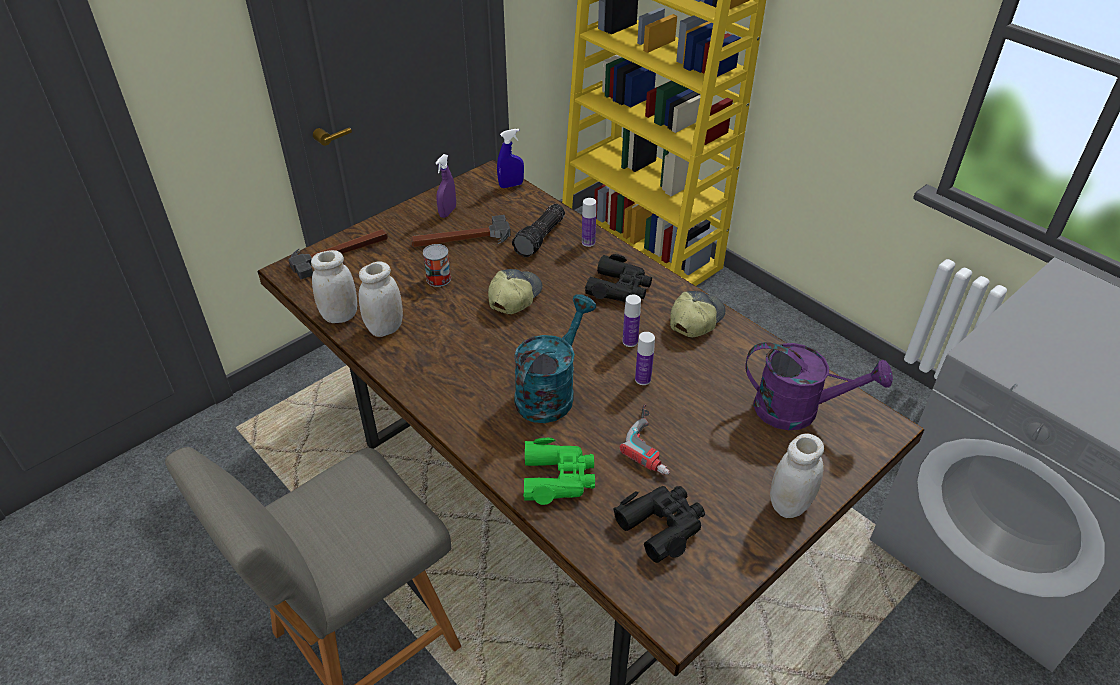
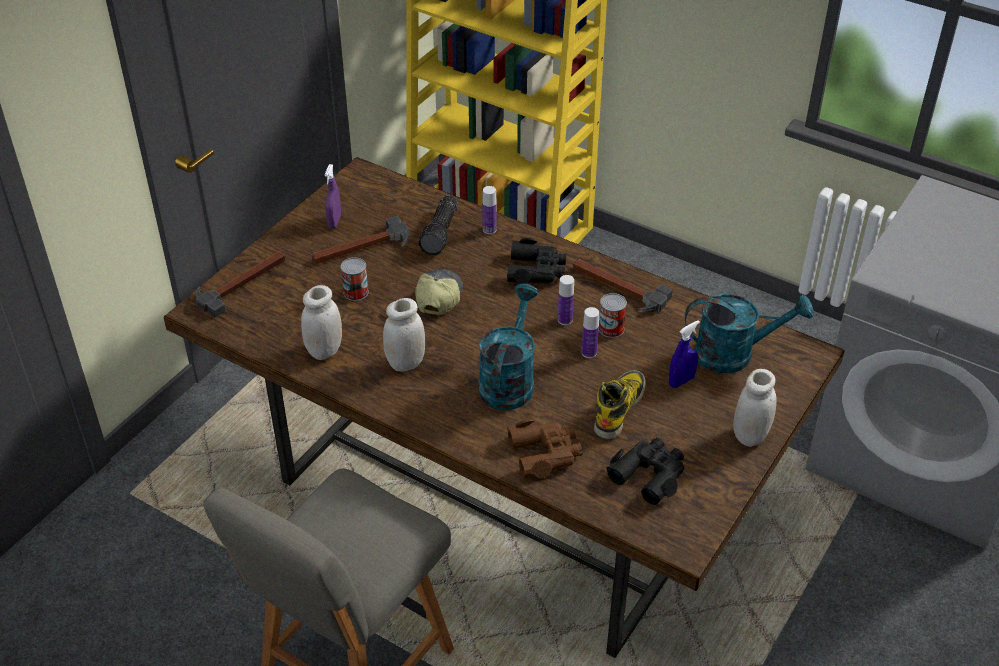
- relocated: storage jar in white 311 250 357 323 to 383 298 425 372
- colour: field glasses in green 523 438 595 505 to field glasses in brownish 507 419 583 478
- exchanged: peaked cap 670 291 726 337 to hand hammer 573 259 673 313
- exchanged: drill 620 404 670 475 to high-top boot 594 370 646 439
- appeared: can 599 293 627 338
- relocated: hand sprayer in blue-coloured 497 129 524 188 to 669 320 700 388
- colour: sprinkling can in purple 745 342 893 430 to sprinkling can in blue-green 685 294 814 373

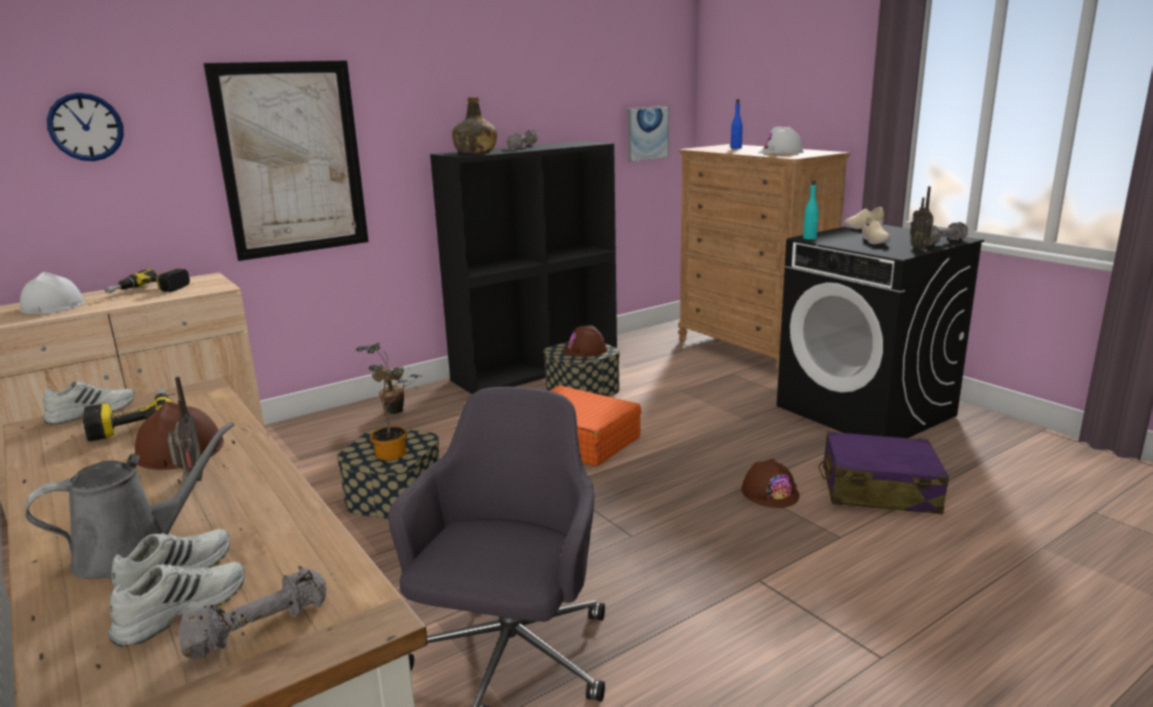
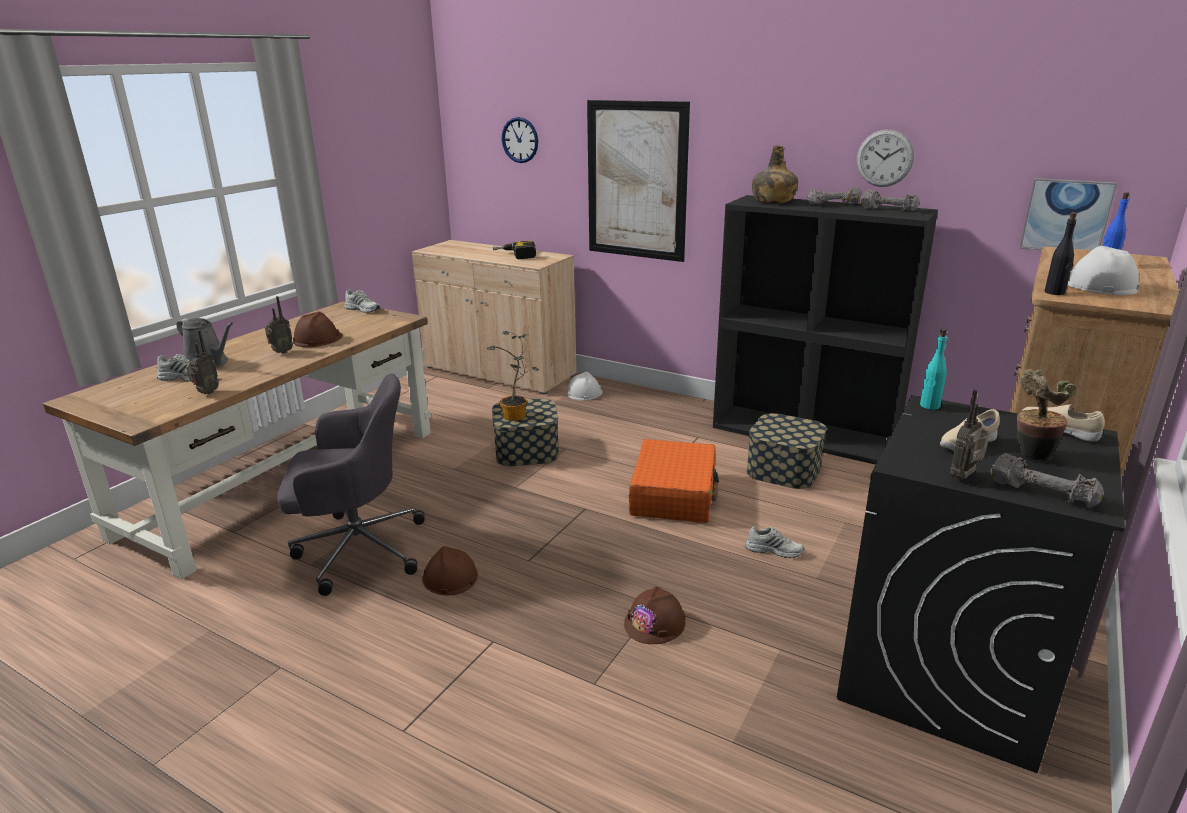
- appeared: radio set 186 330 219 394
- relocated: work helmet in brownish 563 325 608 357 to 422 546 478 595
- relocated: work helmet in white 19 272 85 314 to 567 372 603 401
- relocated: low shoe in white 108 562 244 647 to 745 526 804 558
- appeared: hanging clock 856 129 914 187
- relocated: free weight in gray 178 567 326 659 to 861 190 920 211
- relocated: houseplant 372 367 404 414 to 1017 369 1076 461
- appeared: bottle in black-coloured 1045 212 1077 295
- missing: drill 83 387 172 441
- missing: travel case in purple 819 431 949 514

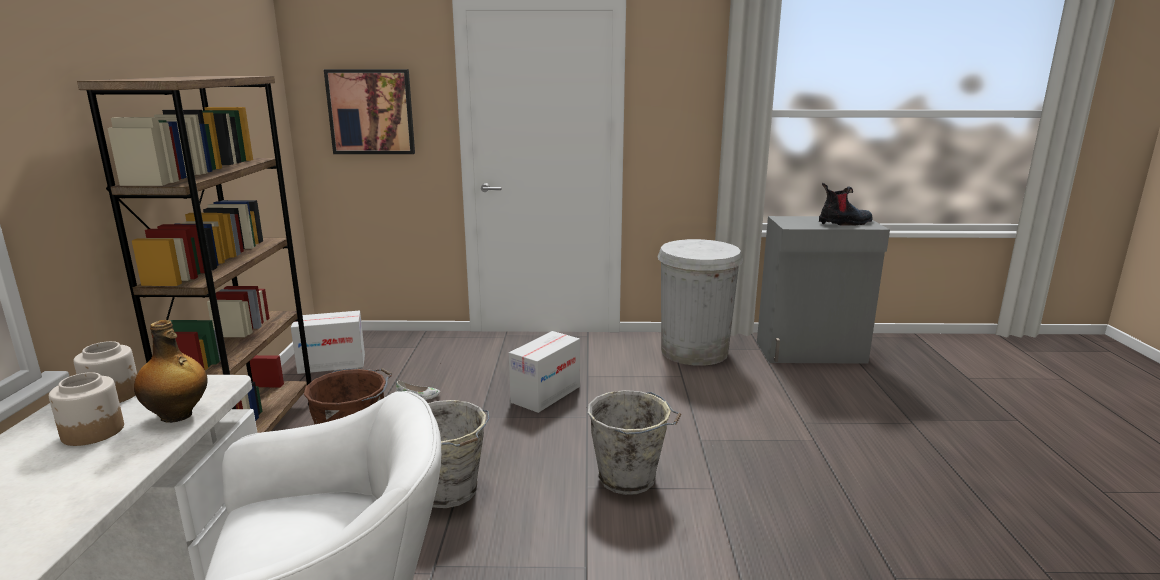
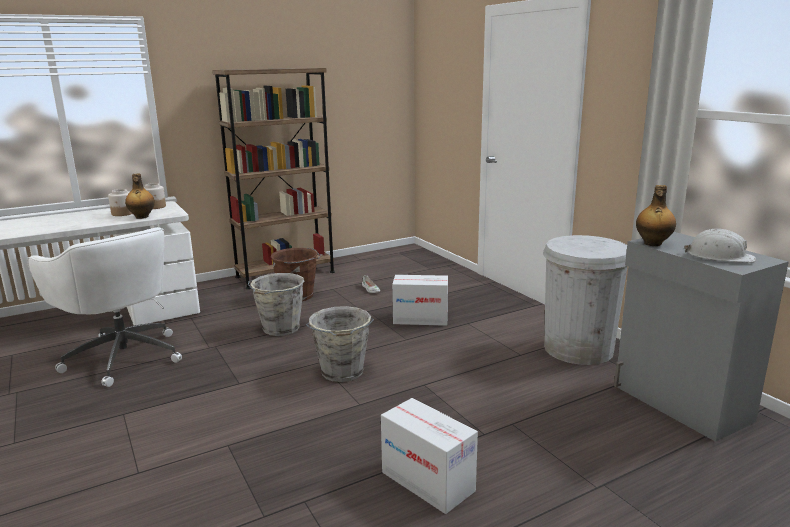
- relocated: cardboard box 291 310 365 374 to 381 398 478 514
- appeared: bottle 636 185 676 246
- exchanged: high-top boot 819 183 873 225 to work helmet in white 684 229 756 263
- missing: wall picture 324 69 415 154

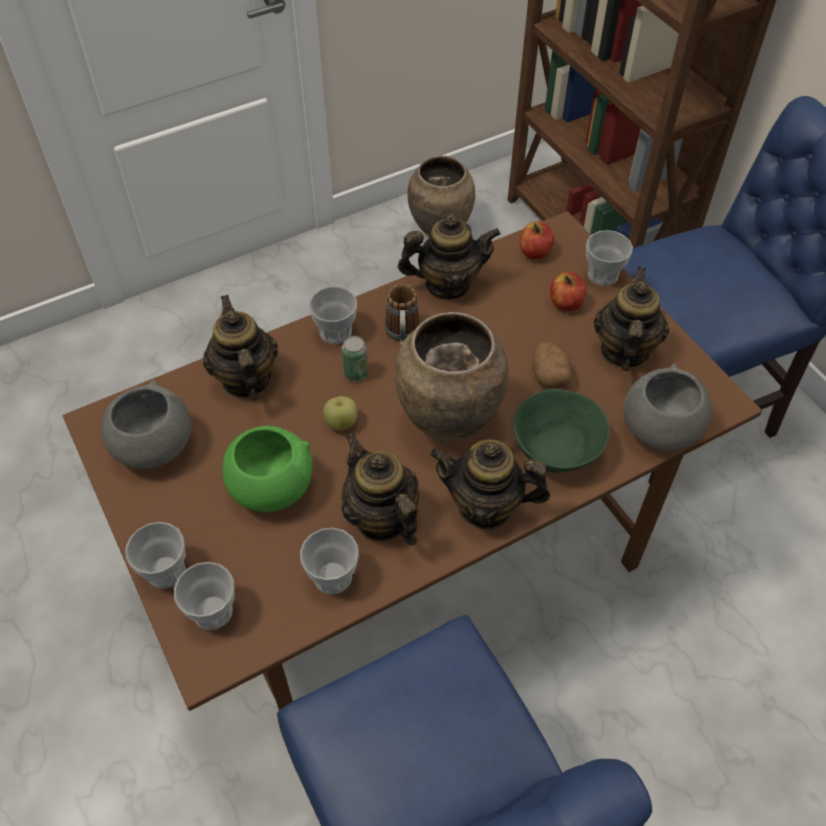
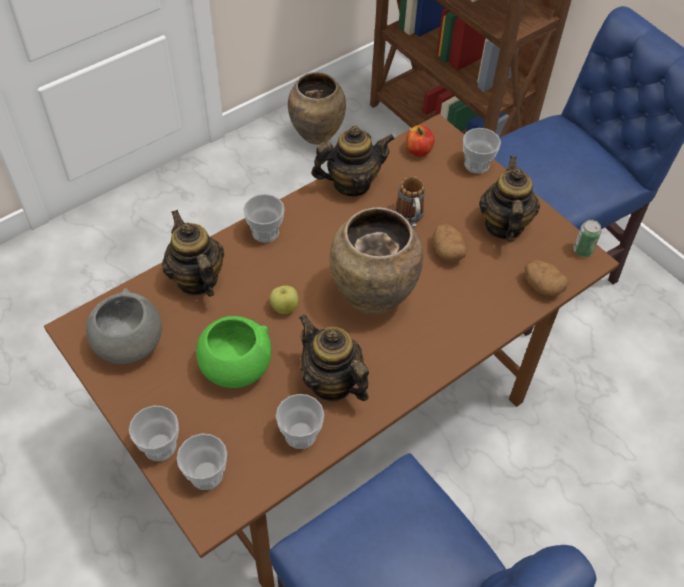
- relocated: mug 385 284 420 347 to 394 176 425 228
- exchanged: serving bowl in gray 623 364 712 450 to potato 525 260 569 297
- relocated: can 342 336 368 381 to 573 220 602 257
- missing: tea pot 430 440 550 530
- missing: serving bowl in green 513 389 610 473
- missing: whole apple 550 272 587 311

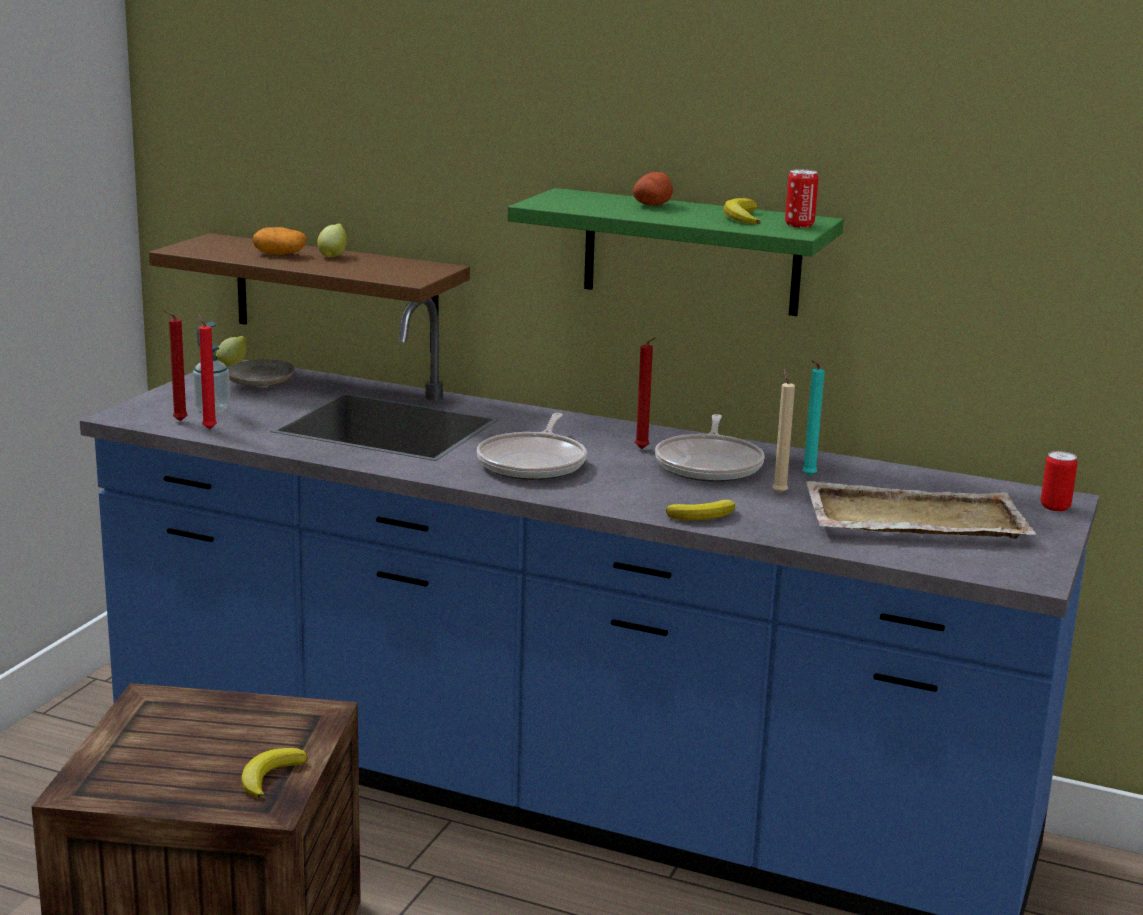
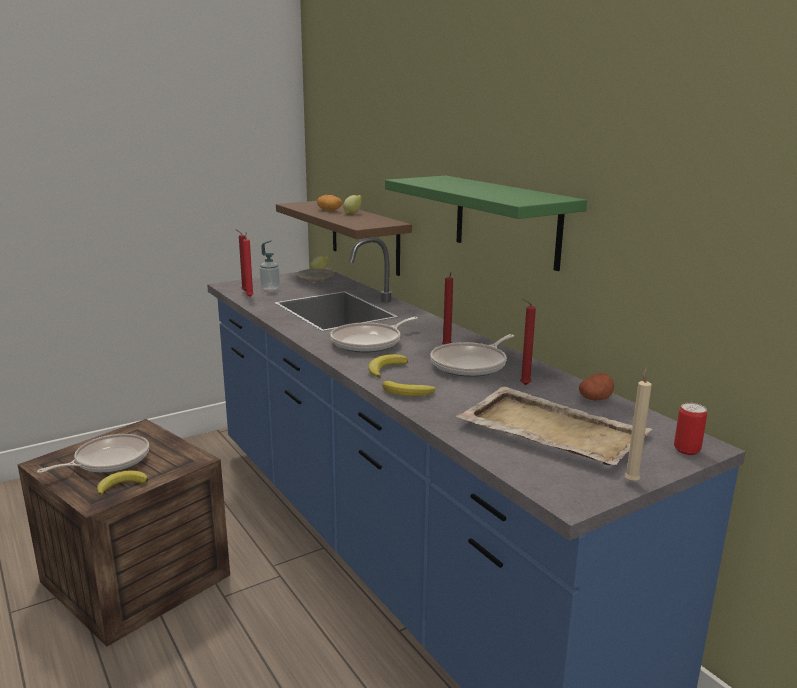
- appeared: pan 37 434 149 473
- relocated: banana fruit 724 198 760 224 to 368 354 408 378
- colour: candle in blue-green 802 360 825 476 to candle in red-coloured 520 299 536 385
- relocated: potato 633 172 673 205 to 579 373 614 400
- relocated: candle in beige 772 369 795 494 to 625 367 652 482
- missing: can 785 169 818 228

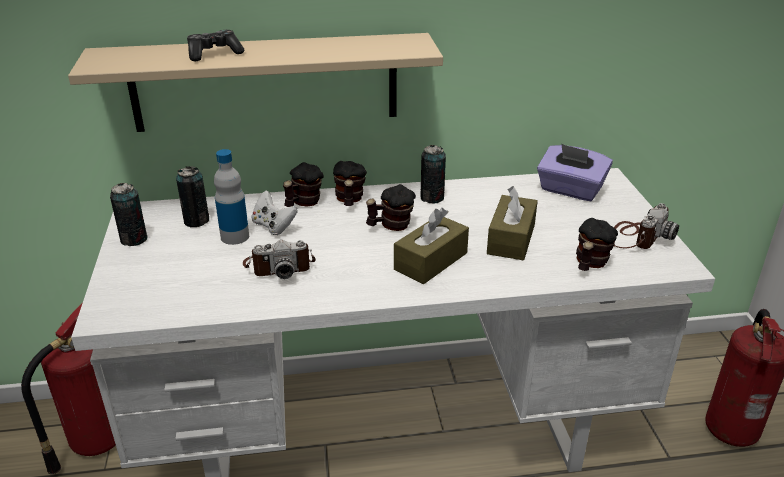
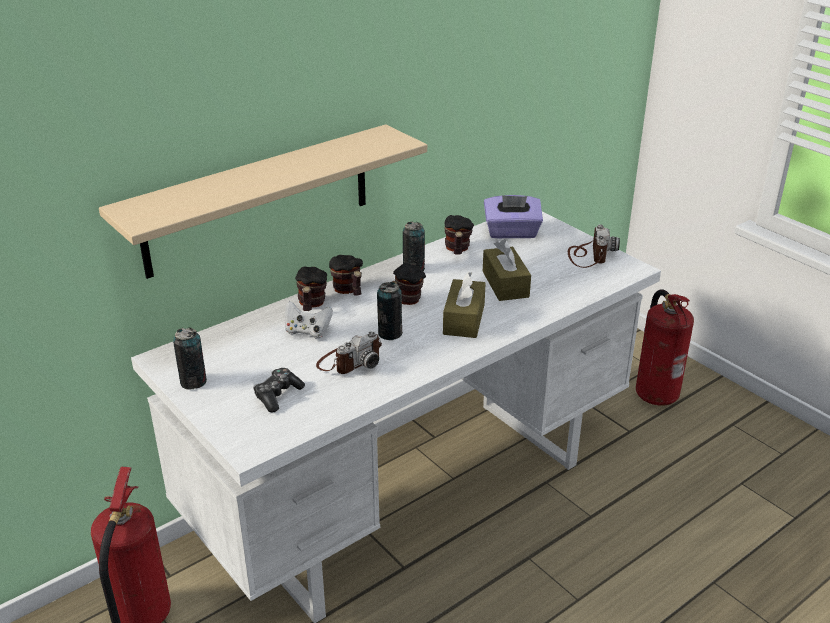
- relocated: joypad 187 30 244 61 to 253 368 305 412
- relocated: can 176 166 209 227 to 377 282 403 340
- relocated: mug 576 218 618 271 to 444 215 474 254
- missing: bottle 214 149 249 245

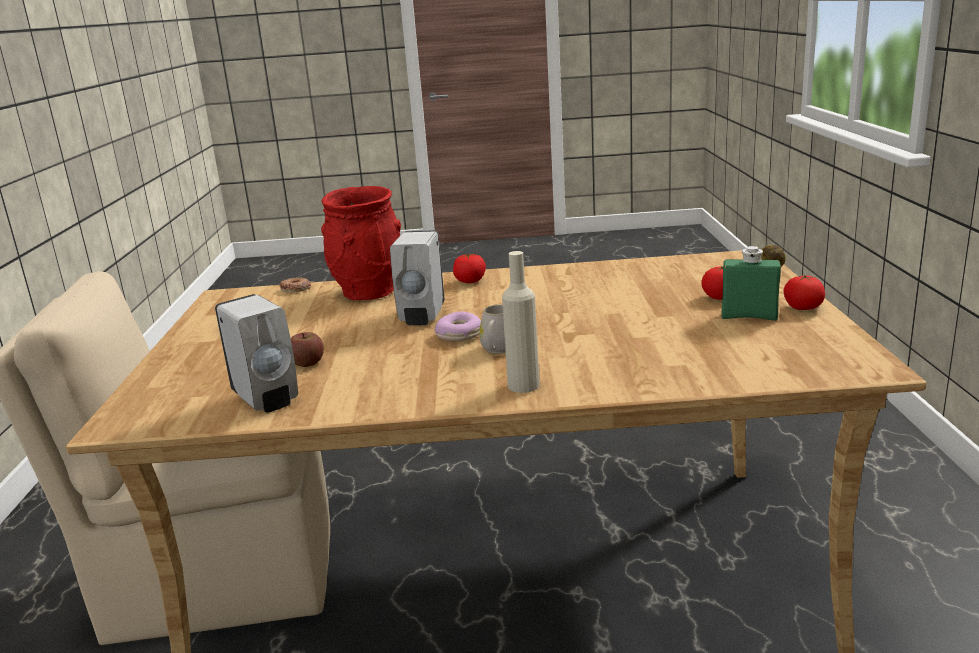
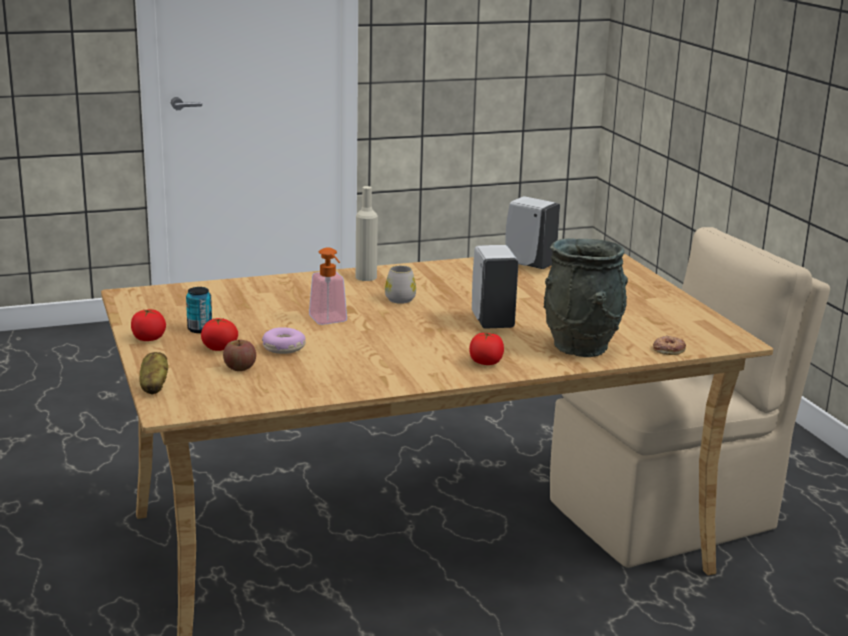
- exchanged: bottle in green 722 246 781 321 to can 186 287 212 333
- relocated: whole apple 291 332 324 367 to 223 340 256 371
- relocated: donut 435 312 481 341 to 262 327 306 354
- appeared: soap dispenser 309 247 347 325
- colour: flower vase in red-coloured 321 186 401 300 to flower vase in gray 544 238 628 357

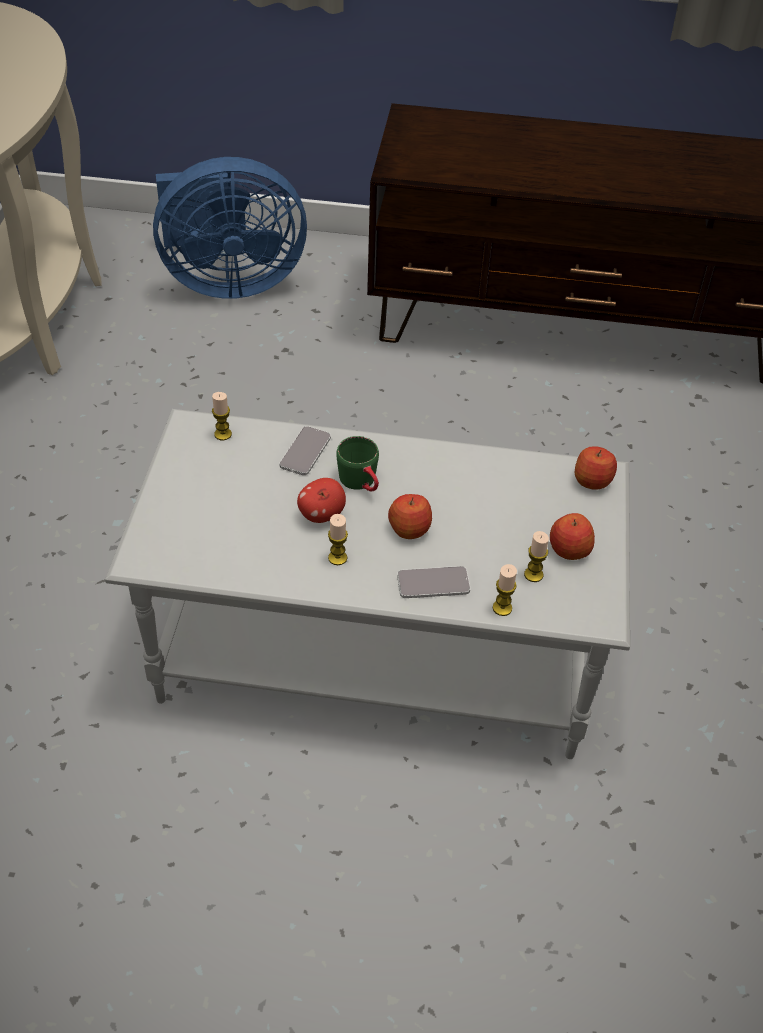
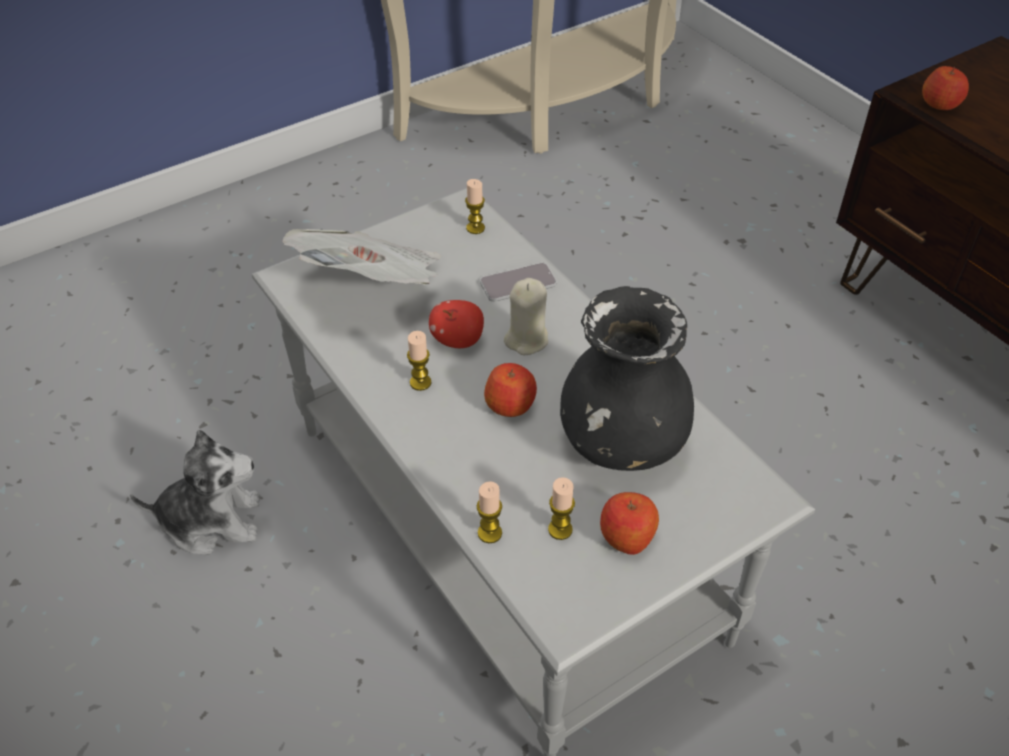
- appeared: plush toy 130 430 260 555
- appeared: daily paper 283 229 441 285
- exchanged: mug in green 336 436 379 491 to candle in beige 504 278 548 355
- appeared: flower vase in black-coloured 560 286 694 471
- relocated: whole apple 575 446 617 489 to 922 66 969 110
- missing: fan in blue-coloured 153 157 307 299
- missing: phone 397 566 470 598

